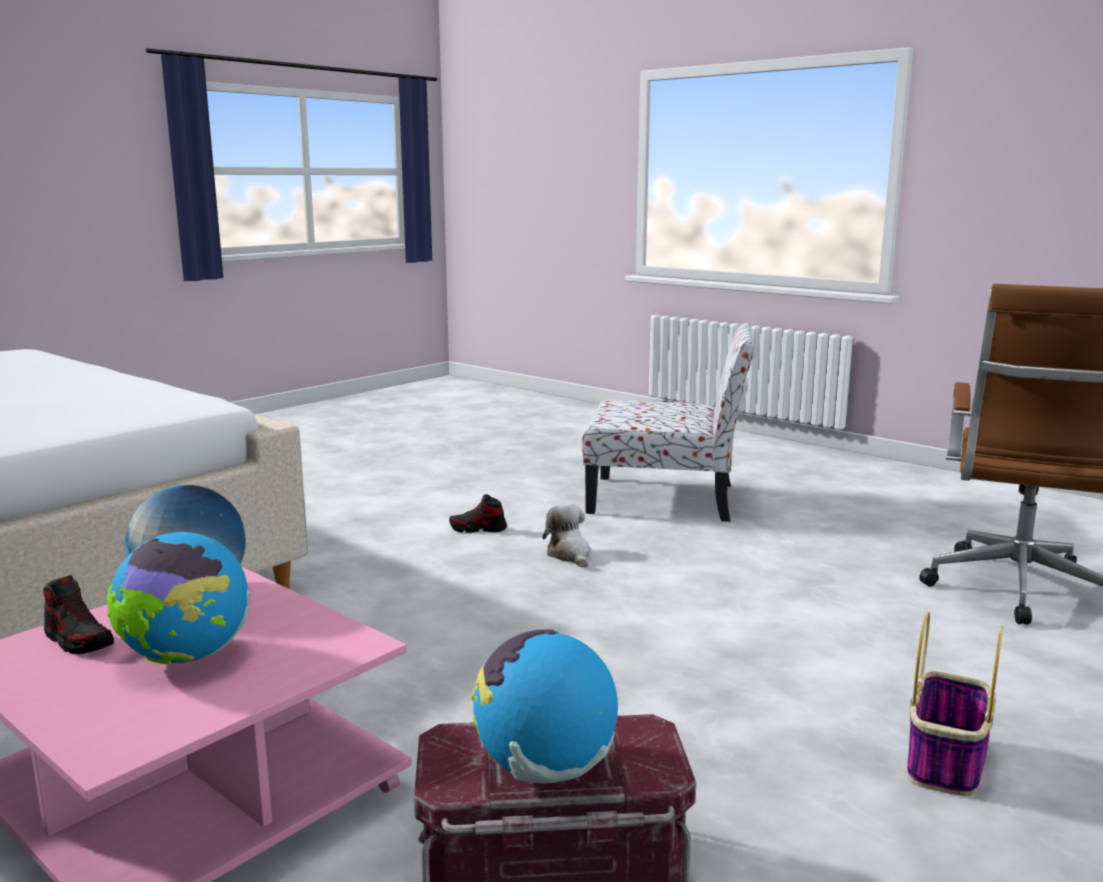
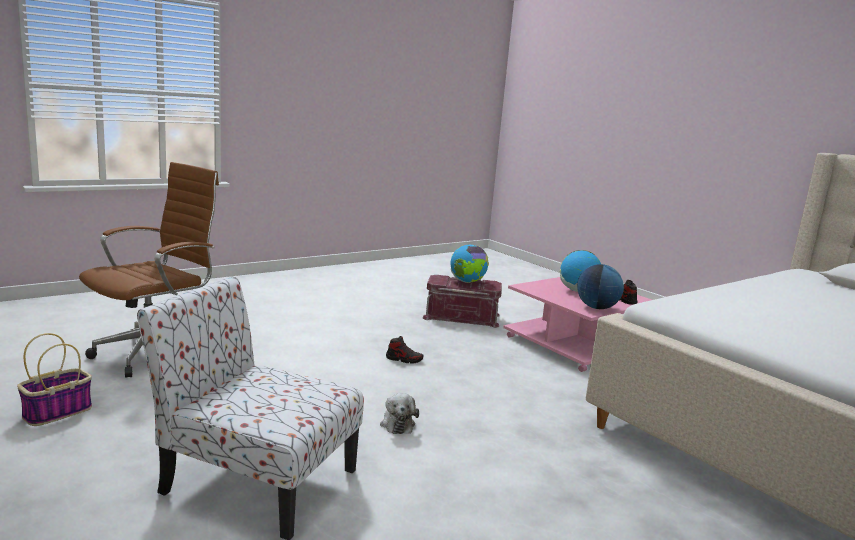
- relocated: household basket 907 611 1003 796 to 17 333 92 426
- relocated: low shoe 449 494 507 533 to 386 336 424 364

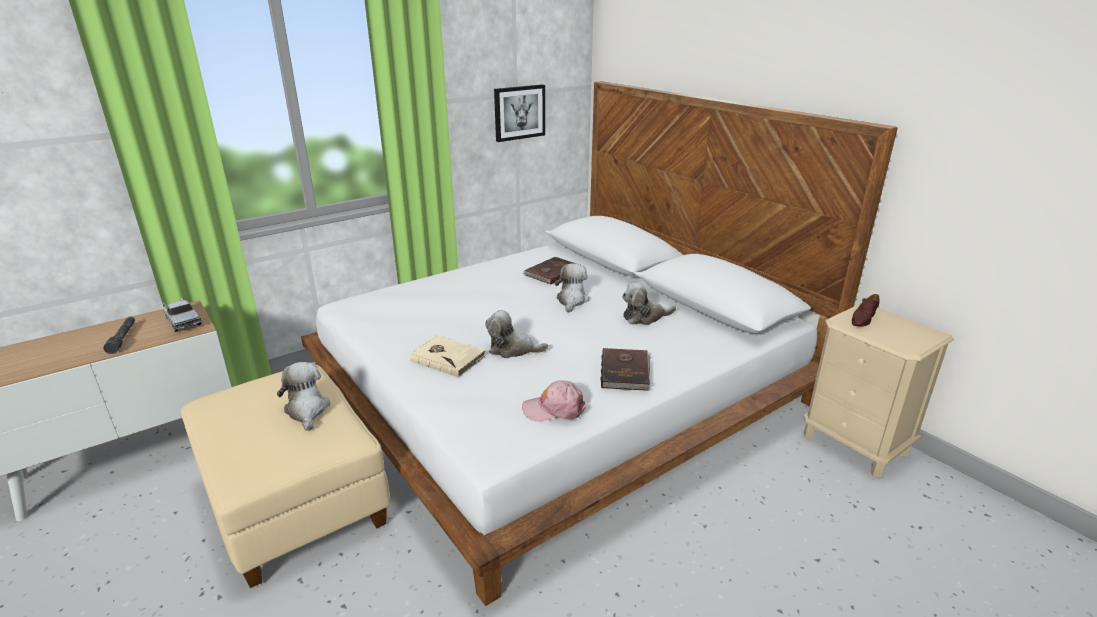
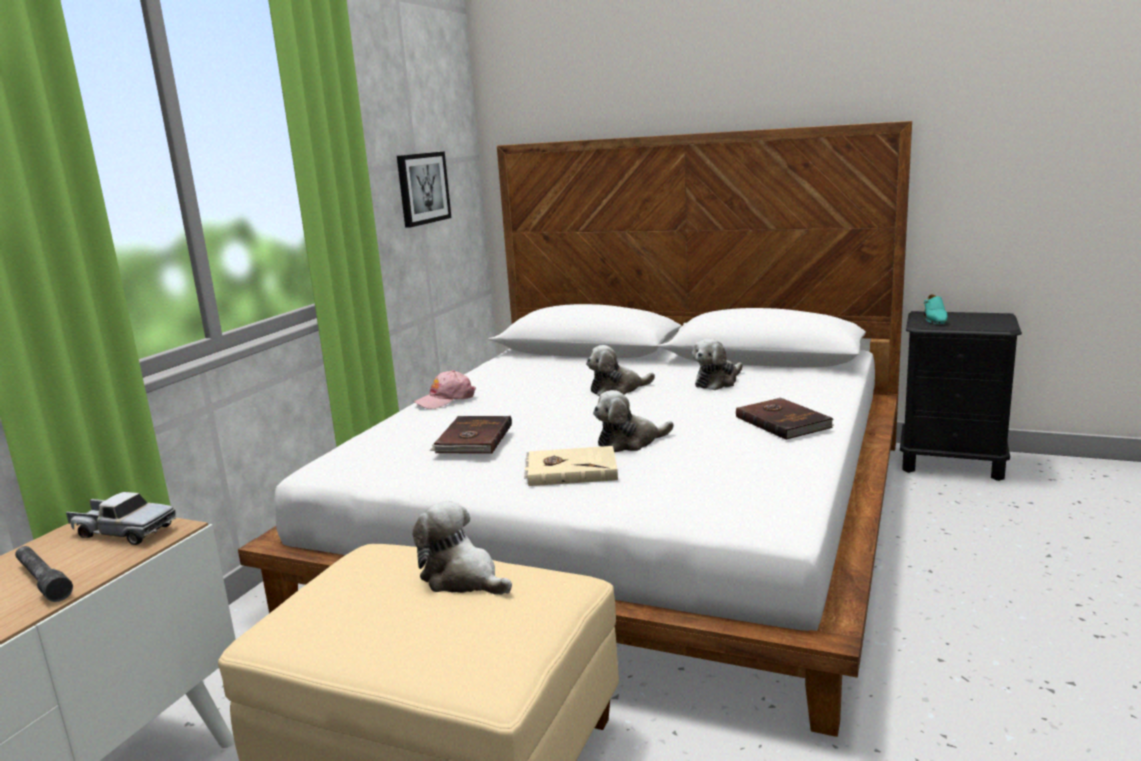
- relocated: peaked cap in pink-coloured 522 381 586 421 to 414 370 476 409
- relocated: book in brownish 523 257 580 285 to 430 416 512 454
- spun: plush toy 555 263 589 313 = 586 345 655 396 90 degrees counterclockwise
- colour: nightstand in beige 803 303 954 477 to nightstand in black-coloured 900 311 1022 481
- colour: low shoe in brownish 852 294 880 327 to low shoe in blue-green 924 294 948 324

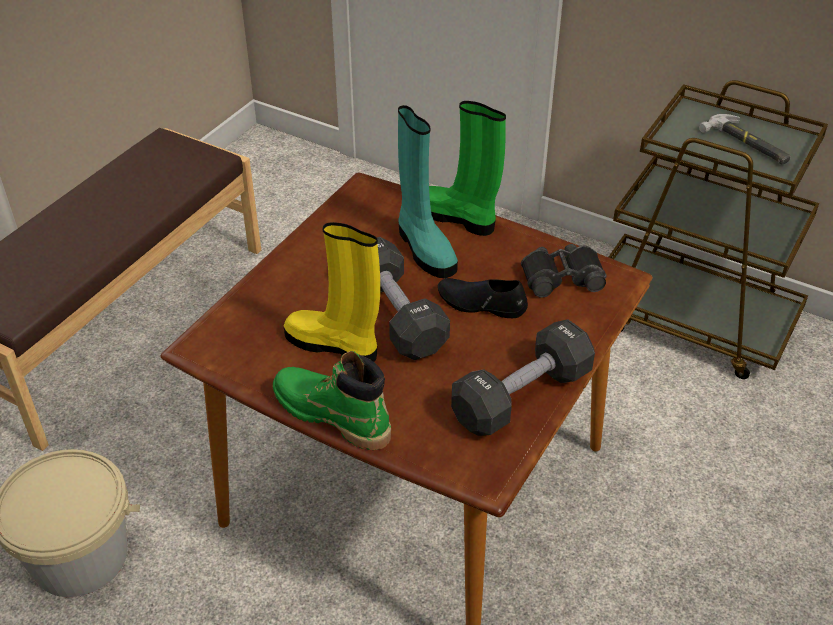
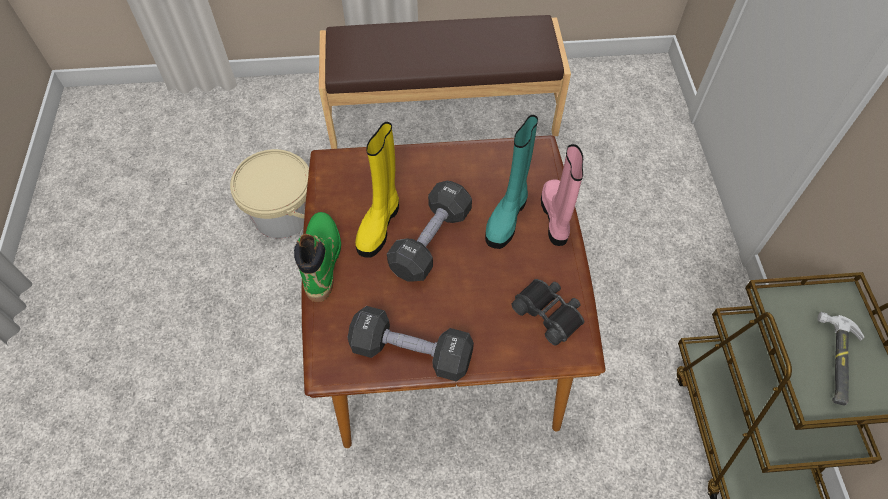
- spun: high-top boot in yellowish 284 222 380 362 = 355 122 399 258 150 degrees counterclockwise
- colour: high-top boot in green 429 101 506 236 to high-top boot in pink-coloured 541 144 583 246
- missing: low shoe in black-coloured 438 278 528 318

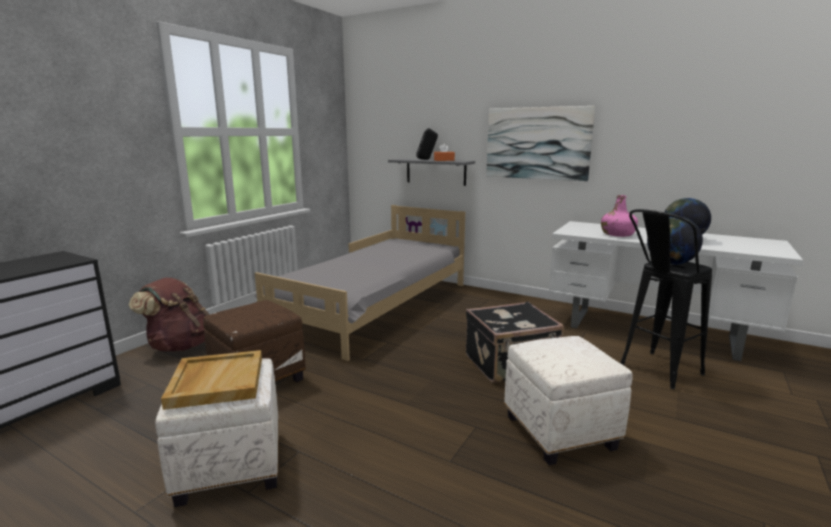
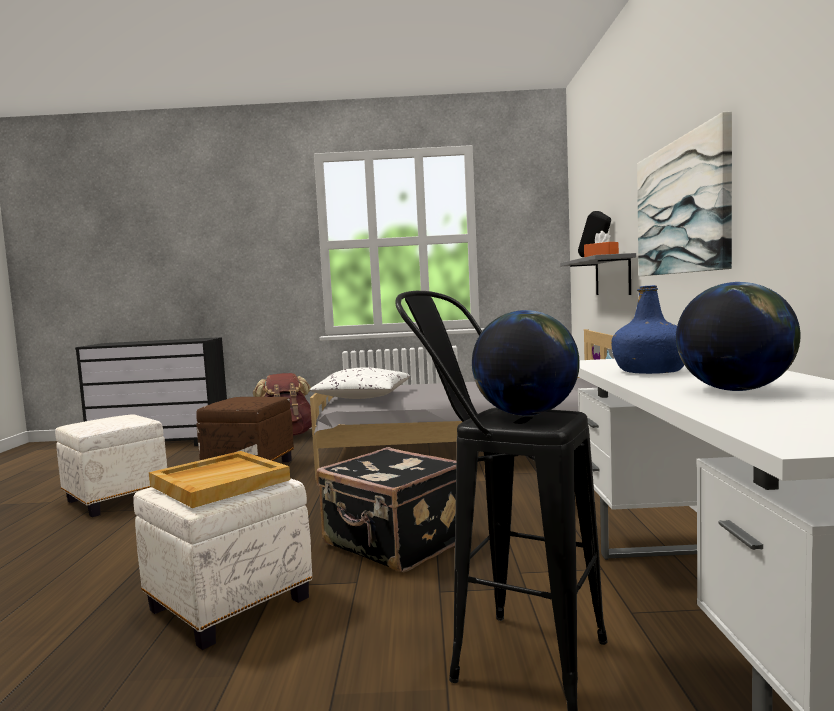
- relocated: carrying tray in beige 161 350 262 410 to 149 451 290 508
- appeared: pillow in white 310 367 410 399
- colour: bottle in pink-coloured 601 195 638 237 to bottle in blue-coloured 611 285 684 374

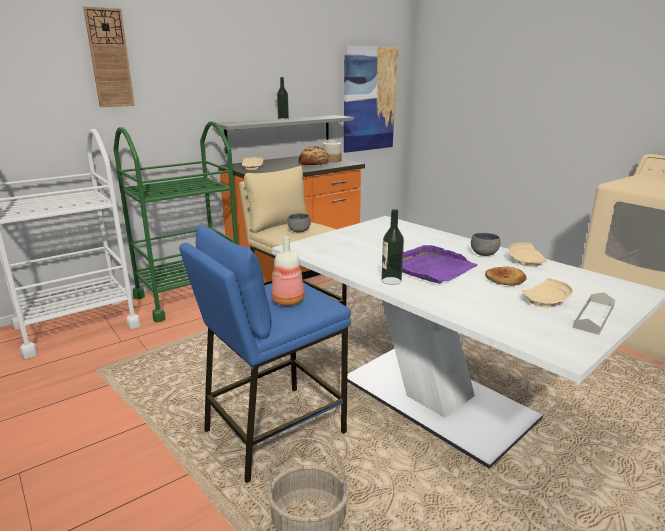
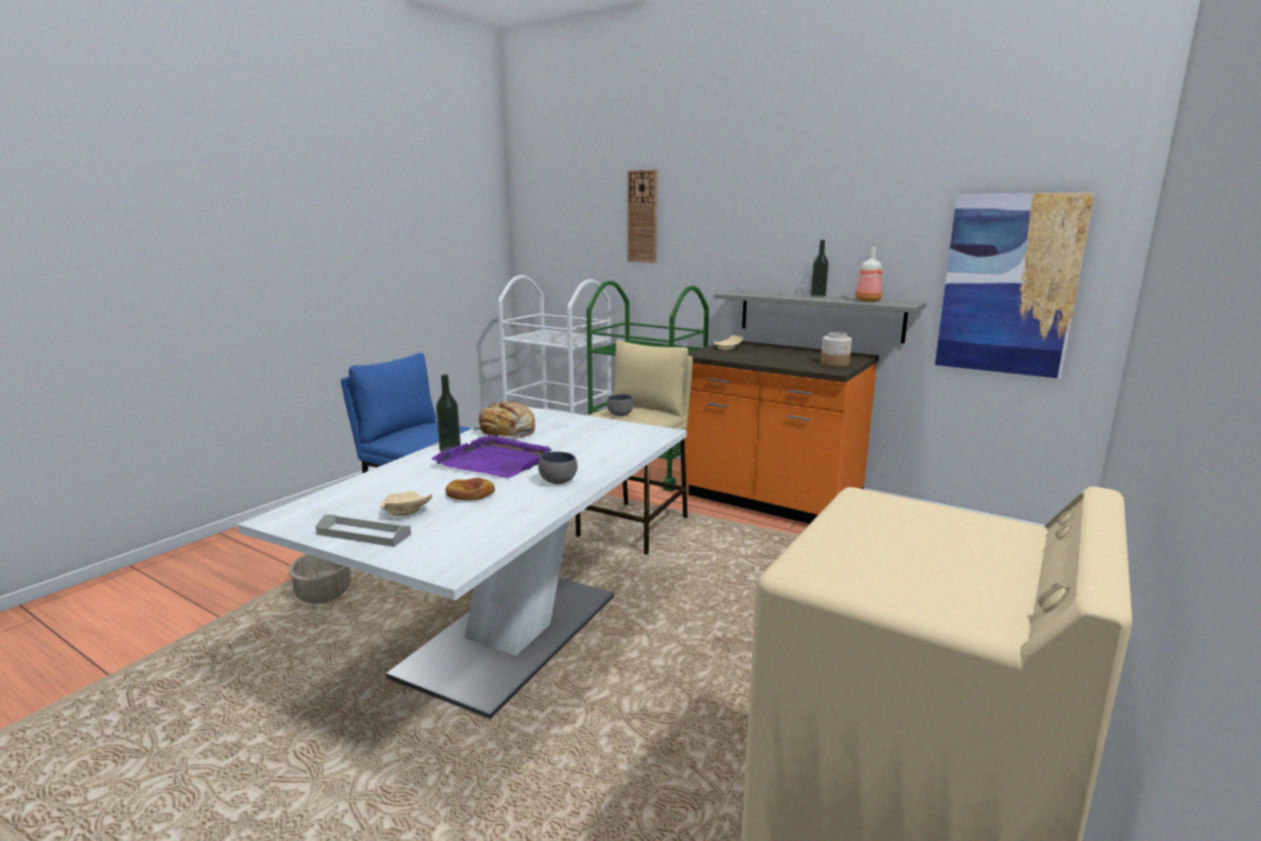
- relocated: bakery bread 298 146 329 166 to 472 400 535 437
- relocated: bottle 271 236 305 306 to 855 247 882 302
- missing: dinner plate in beige 508 243 547 267

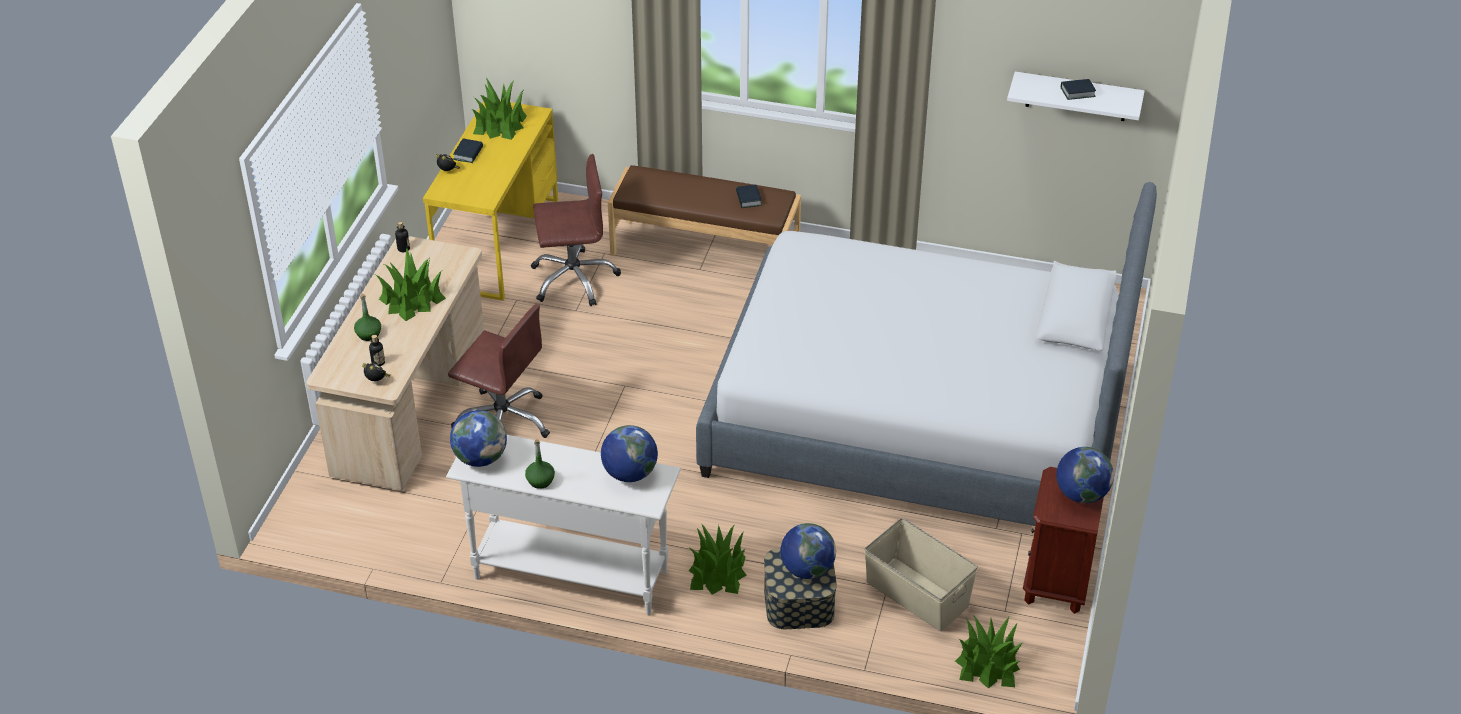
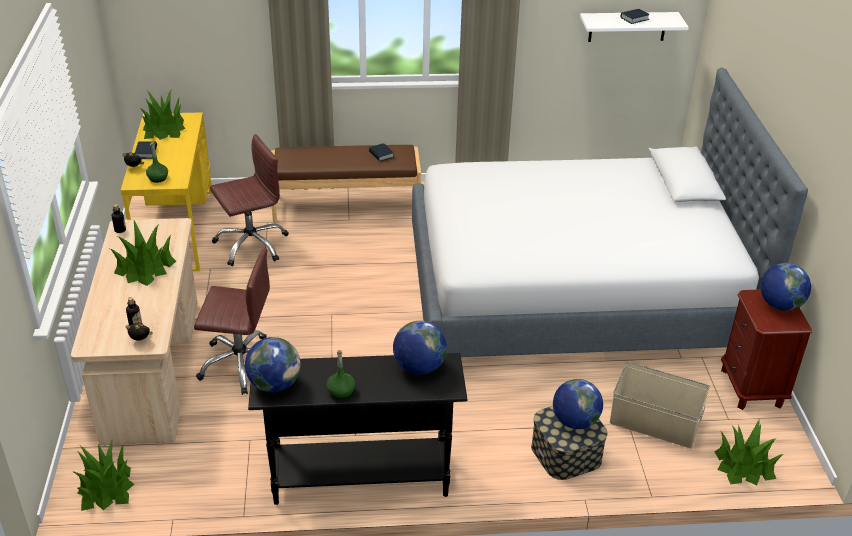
- relocated: houseplant 689 523 747 595 to 72 439 134 511
- relocated: bottle in green 354 294 381 341 to 146 142 168 183
- colour: console table in white 446 435 681 615 to console table in black-coloured 248 353 468 505

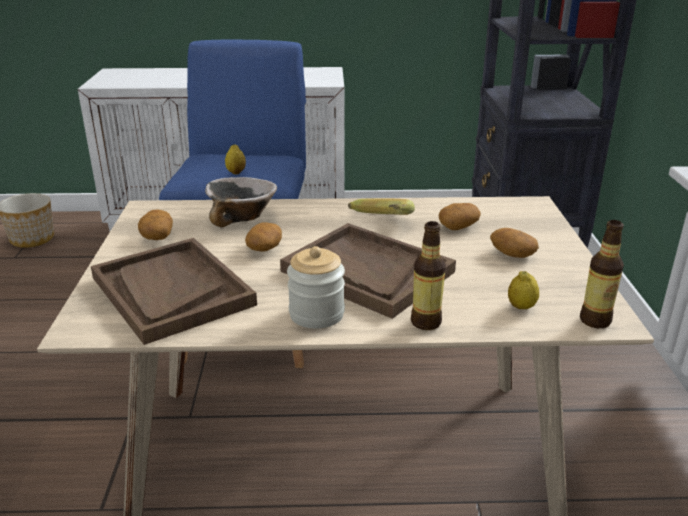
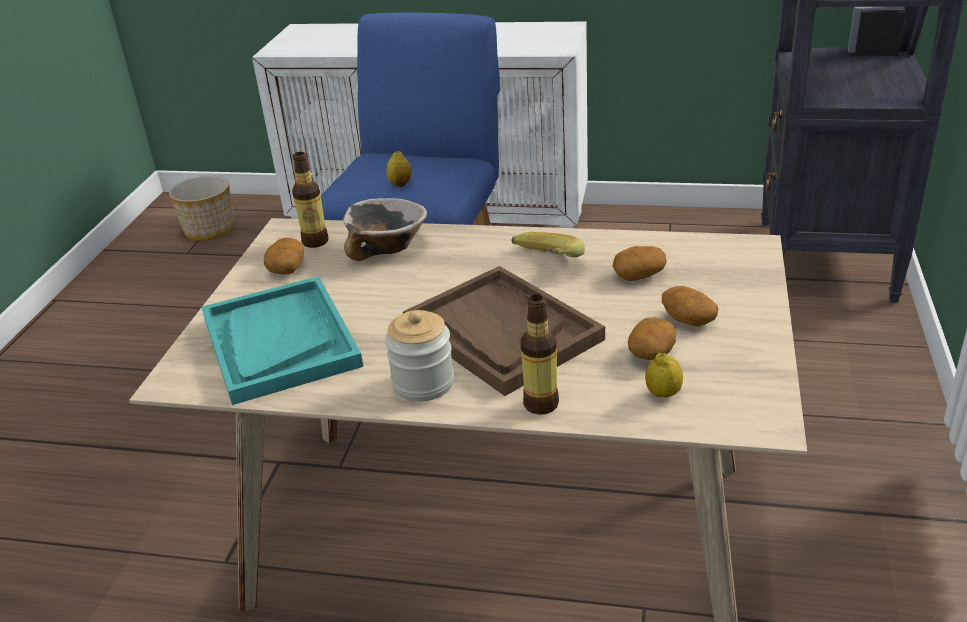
- colour: carrying tray in brownish 91 238 257 345 to carrying tray in blue-green 201 276 363 405
- relocated: bottle 580 220 624 328 to 292 152 329 248
- relocated: potato 245 222 282 252 to 628 318 676 360

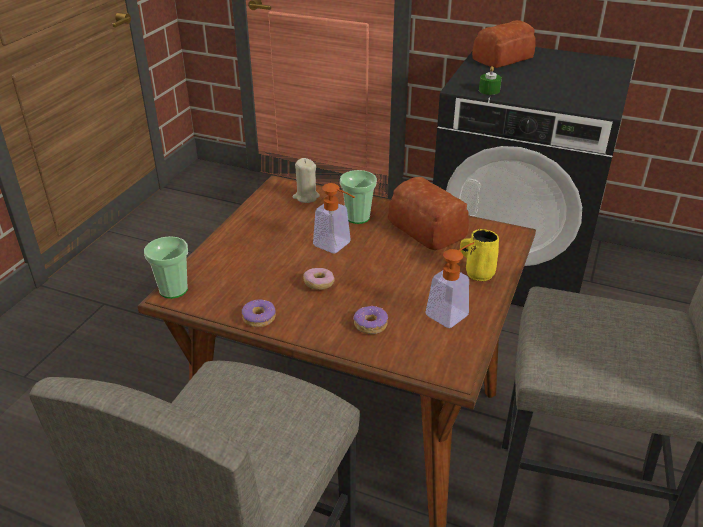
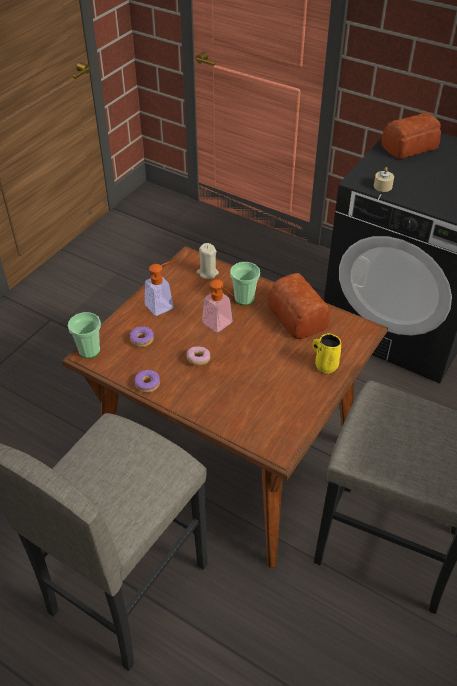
- relocated: donut 353 305 388 334 to 130 326 154 347
- relocated: soap dispenser 425 242 474 328 to 145 260 175 316
- colour: candle in green 479 66 502 95 to candle in beige 374 167 394 192

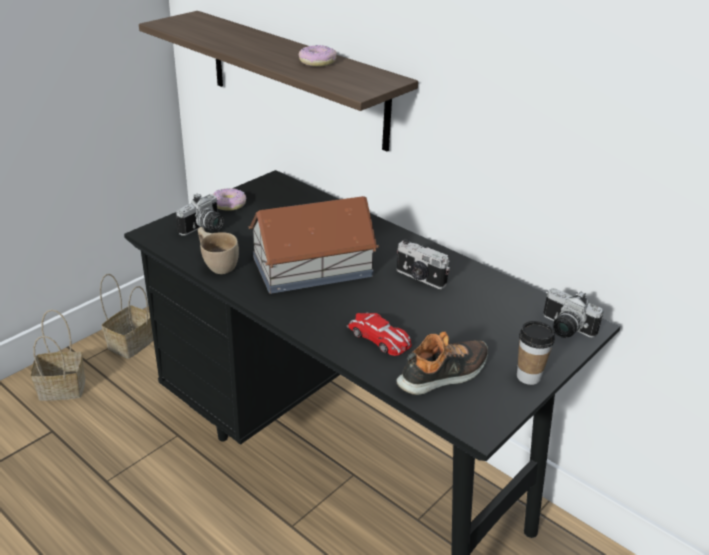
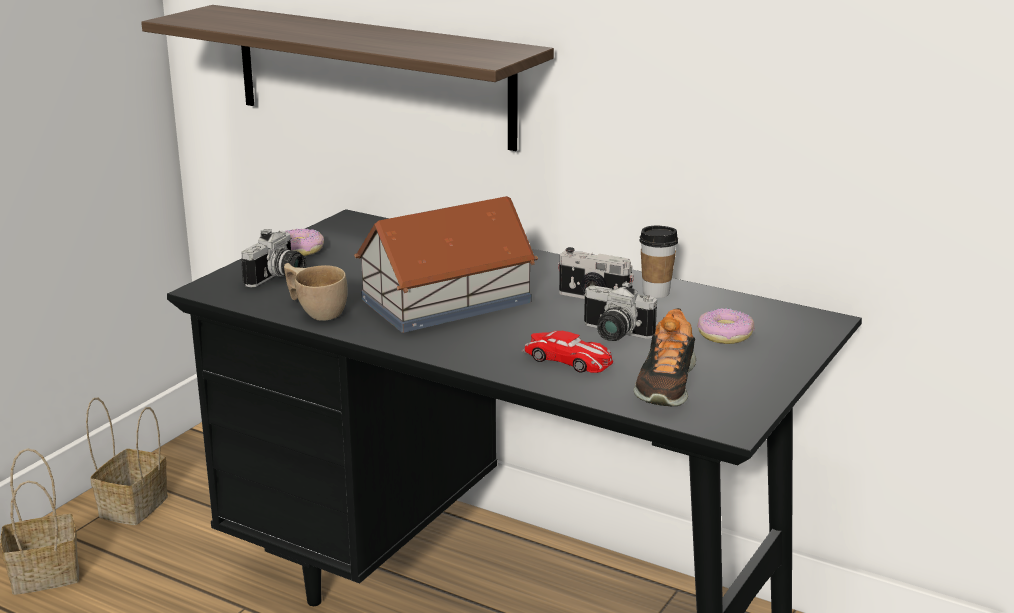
- relocated: still camera 543 288 604 338 to 584 281 657 341
- spun: low shoe 396 331 488 395 = 634 308 696 406 150 degrees clockwise
- relocated: small cup 517 321 555 385 to 639 226 678 298
- relocated: donut 299 45 337 67 to 697 308 755 344

